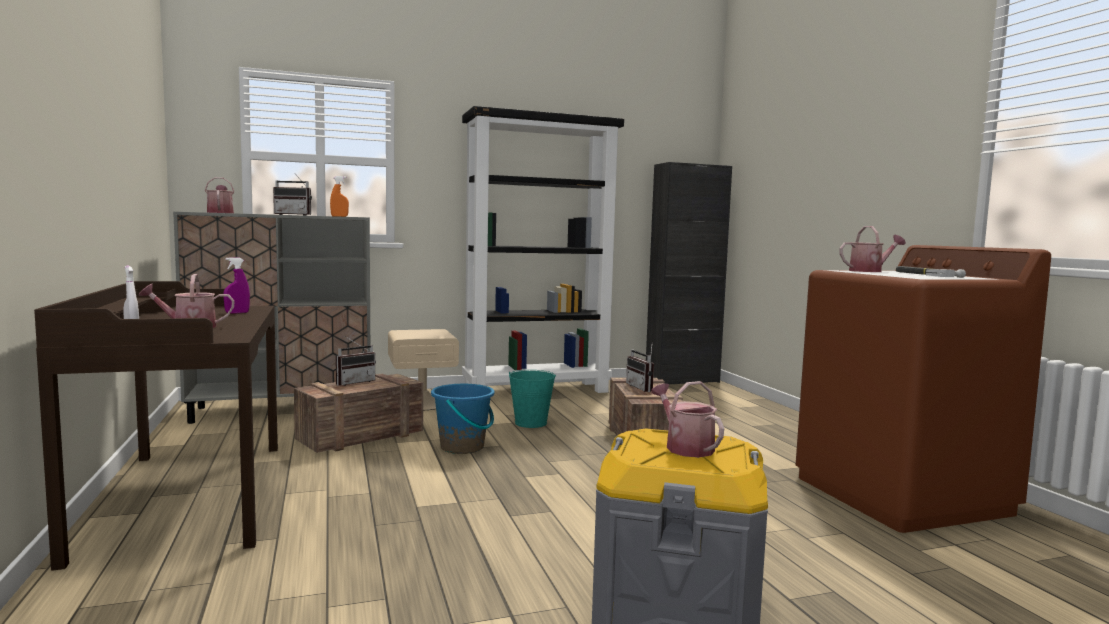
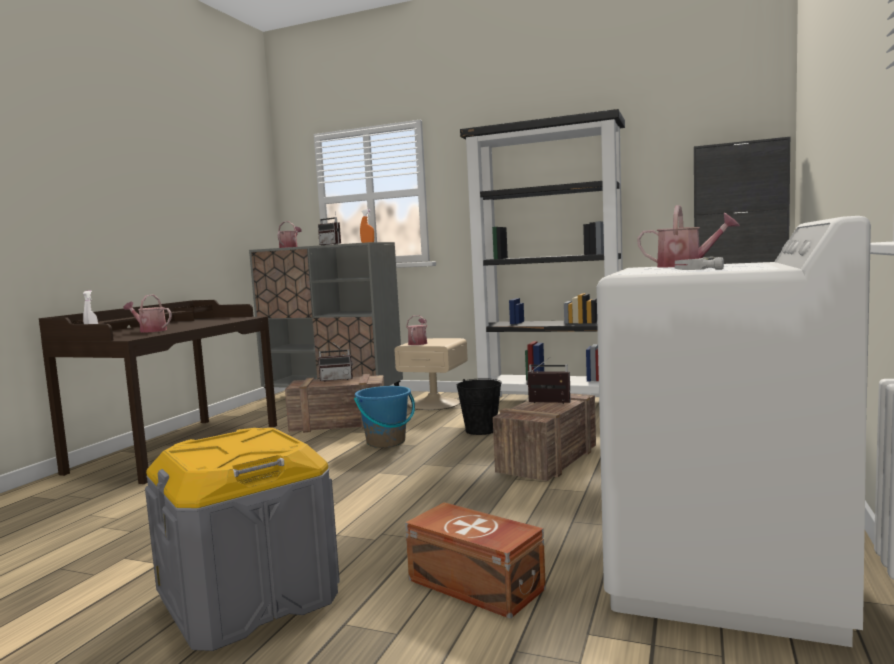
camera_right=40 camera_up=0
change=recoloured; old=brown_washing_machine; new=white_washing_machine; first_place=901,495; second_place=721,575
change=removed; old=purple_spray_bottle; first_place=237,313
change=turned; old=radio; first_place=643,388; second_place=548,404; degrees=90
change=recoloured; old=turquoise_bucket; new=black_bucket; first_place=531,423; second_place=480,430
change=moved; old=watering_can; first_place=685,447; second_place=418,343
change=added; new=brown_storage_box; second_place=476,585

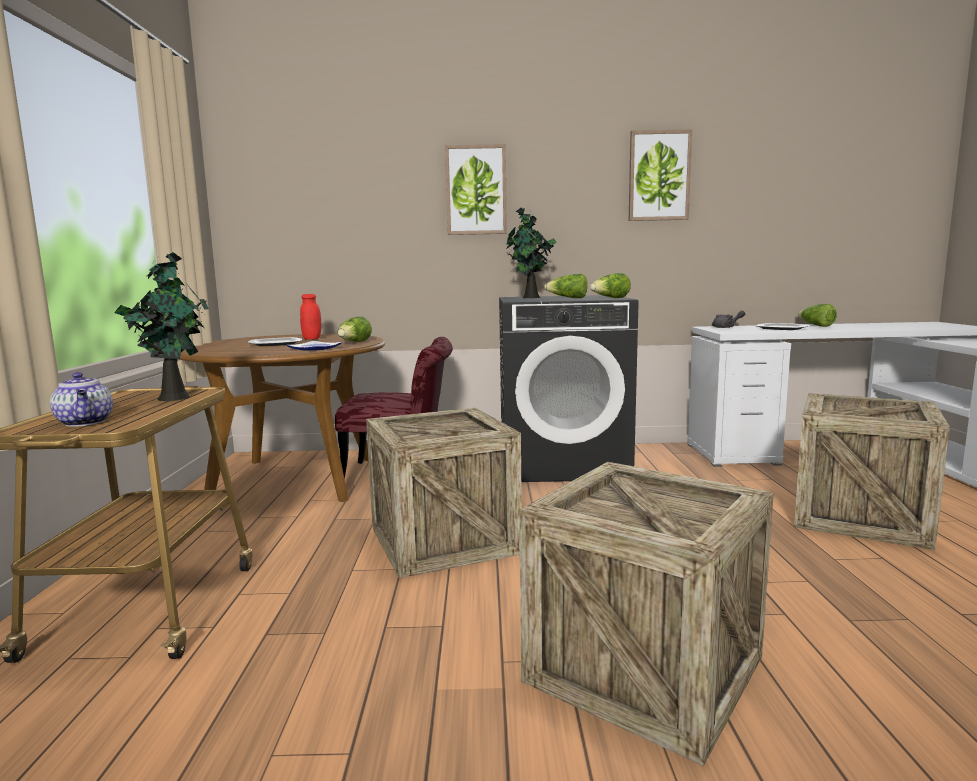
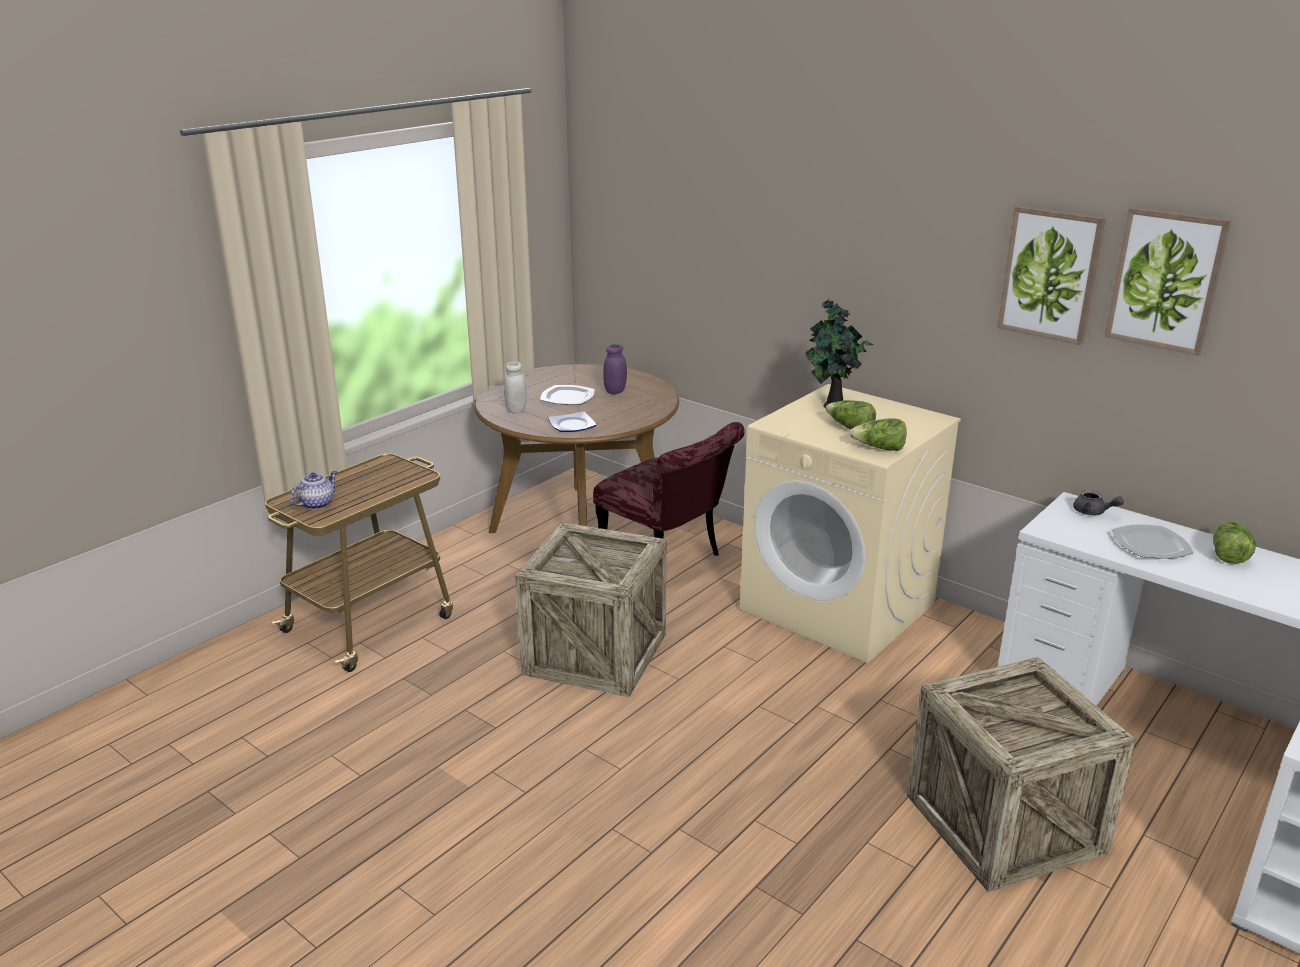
camera_right=40 camera_up=15
change=moved; old=picture; first_place=476,190; second_place=1166,280
change=removed; old=potted_plant; first_place=175,397
change=recoloured; old=red_jar; new=purple_jar; first_place=312,339; second_place=615,391
change=recoloured; old=black_washing_machine; new=beige_washing_machine; first_place=563,463; second_place=839,607
change=removed; old=lettuce; first_place=354,342
change=turned; old=teapot; first_place=85,422; second_place=317,504; degrees=-150
change=removed; old=crate; first_place=644,669
change=added; new=white_jar; second_place=516,410

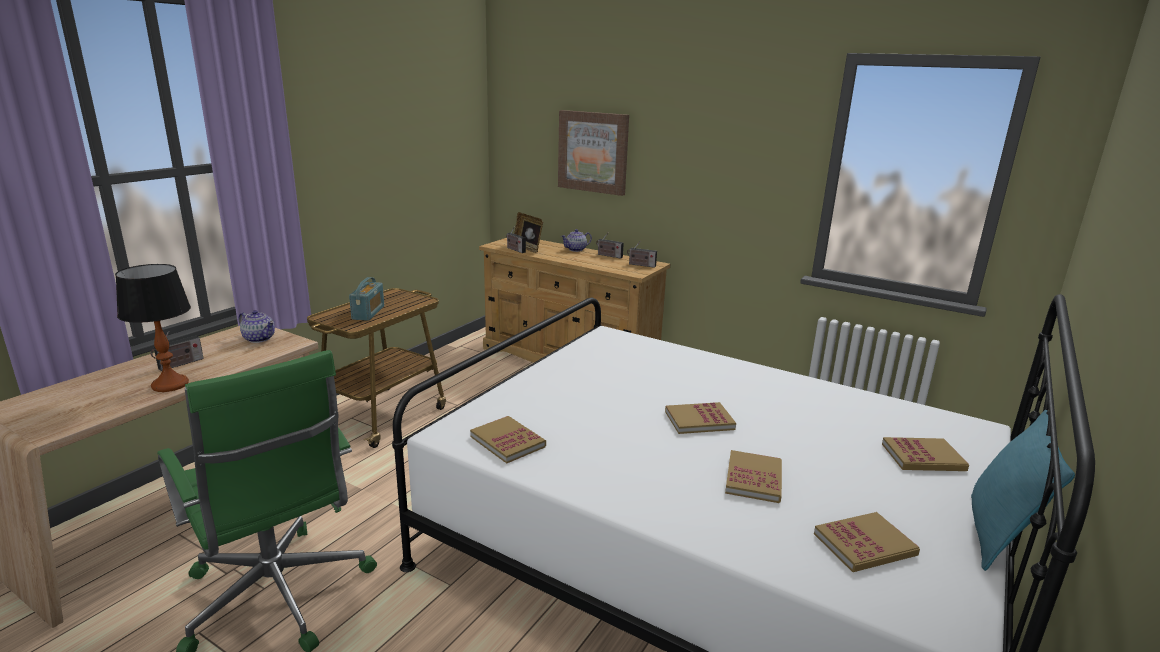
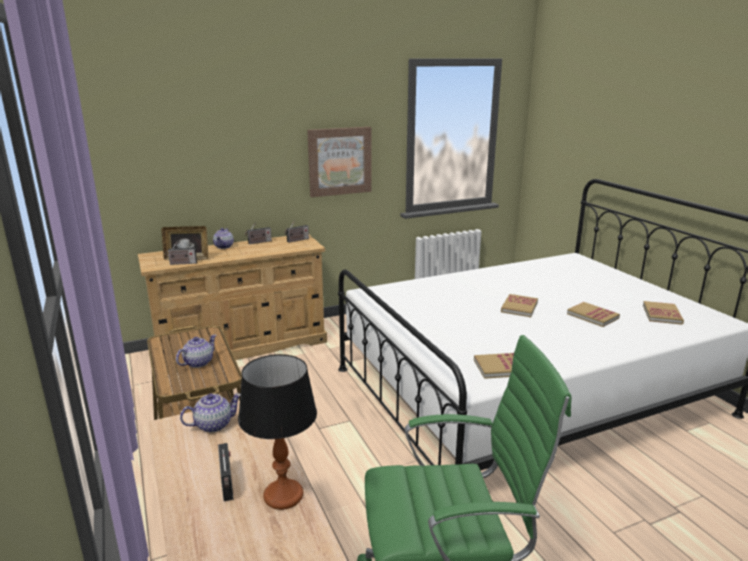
camera_right=-55 camera_up=0
change=moved; old=picture; first_place=593,152; second_place=339,161
change=replaced; old=radio; new=teapot; first_place=368,313; second_place=198,363
change=removed; old=turquoise_pillow; first_place=997,536
change=removed; old=book; first_place=923,457

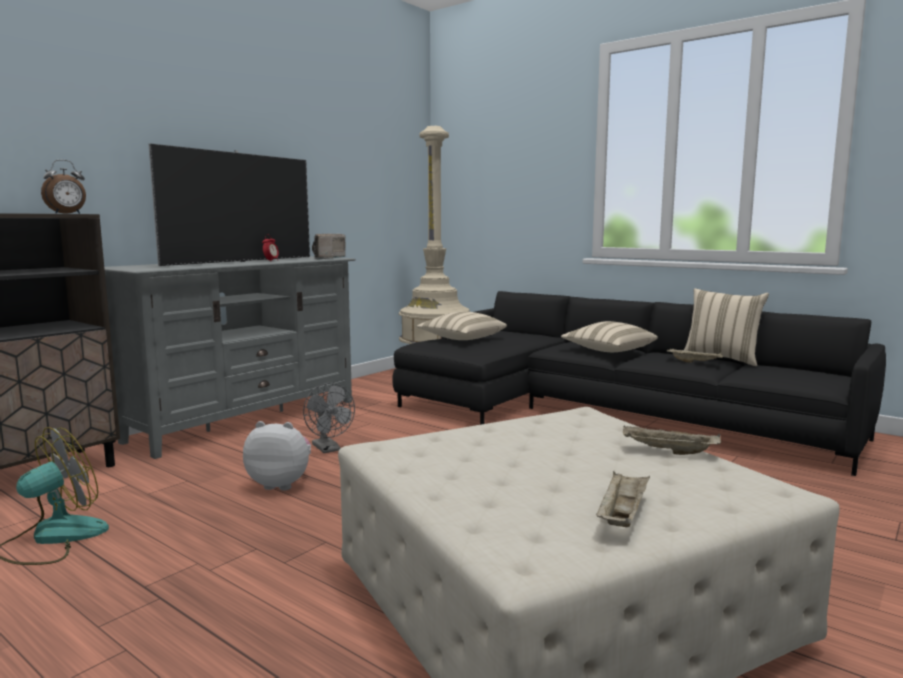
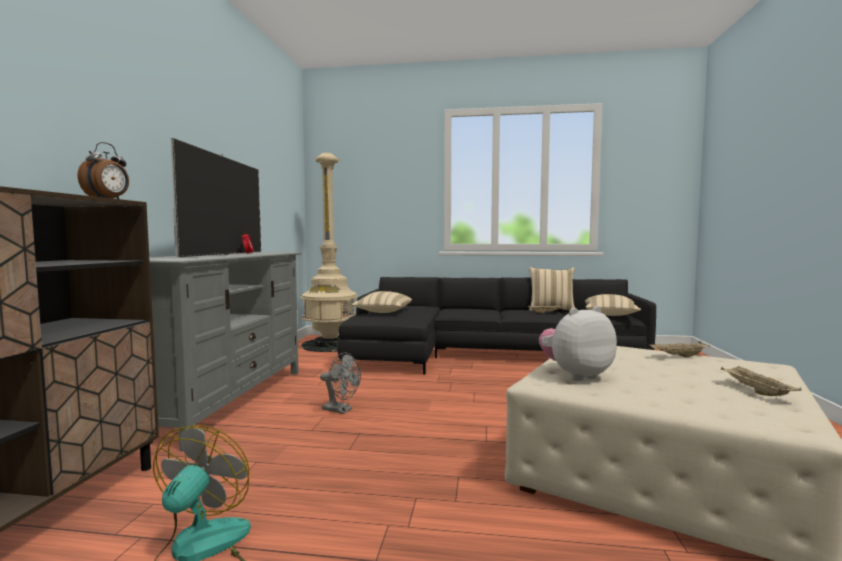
camera_right=-30 camera_up=-5
change=removed; old=radio; first_place=325,258
change=moved; old=beige_pillow; first_place=608,351; second_place=610,315
change=moved; old=plush_toy; first_place=281,484; second_place=575,375

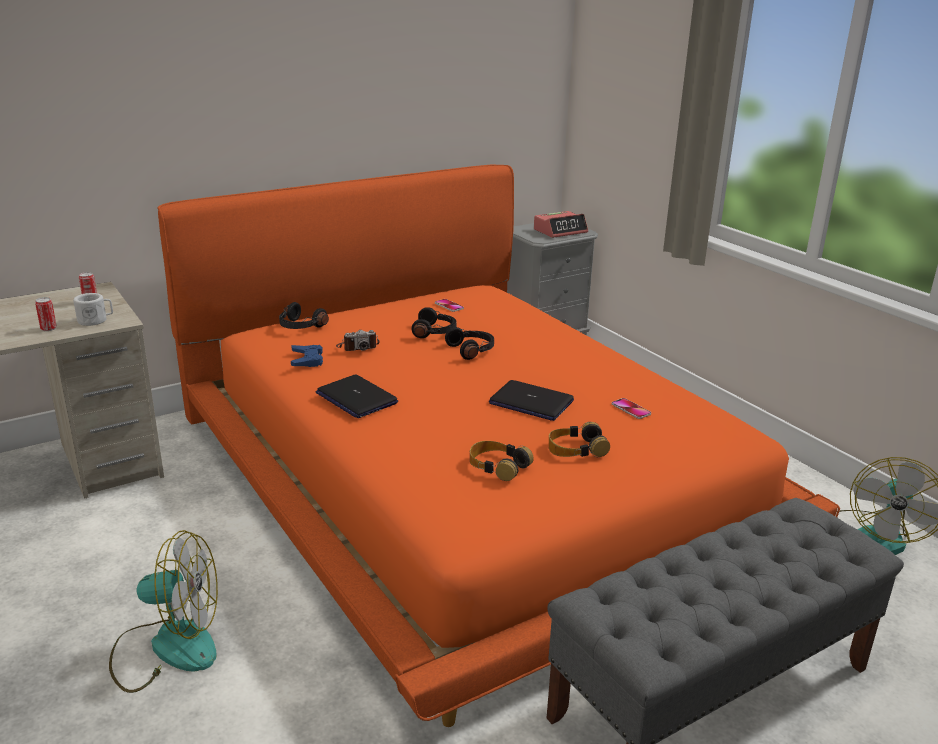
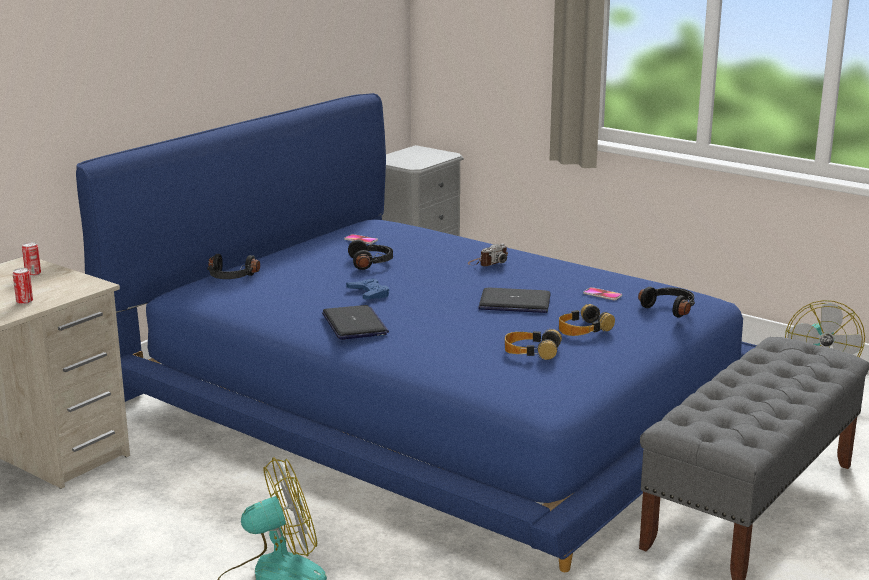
camera_right=-20 camera_up=-5
change=recoloured; old=orange_bed; new=blue_bed; first_place=466,476; second_place=434,400
change=removed; old=alarm_clock; first_place=560,231
change=removed; old=white_mug; first_place=95,320
change=moved; old=black_headphones; first_place=472,350; second_place=670,308
change=moved; old=photo_camera; first_place=357,347; second_place=488,262
change=moved; old=blue_game_controller; first_place=307,360; second_place=369,293
change=turned; old=laptop; first_place=356,398; second_place=354,324; degrees=-135

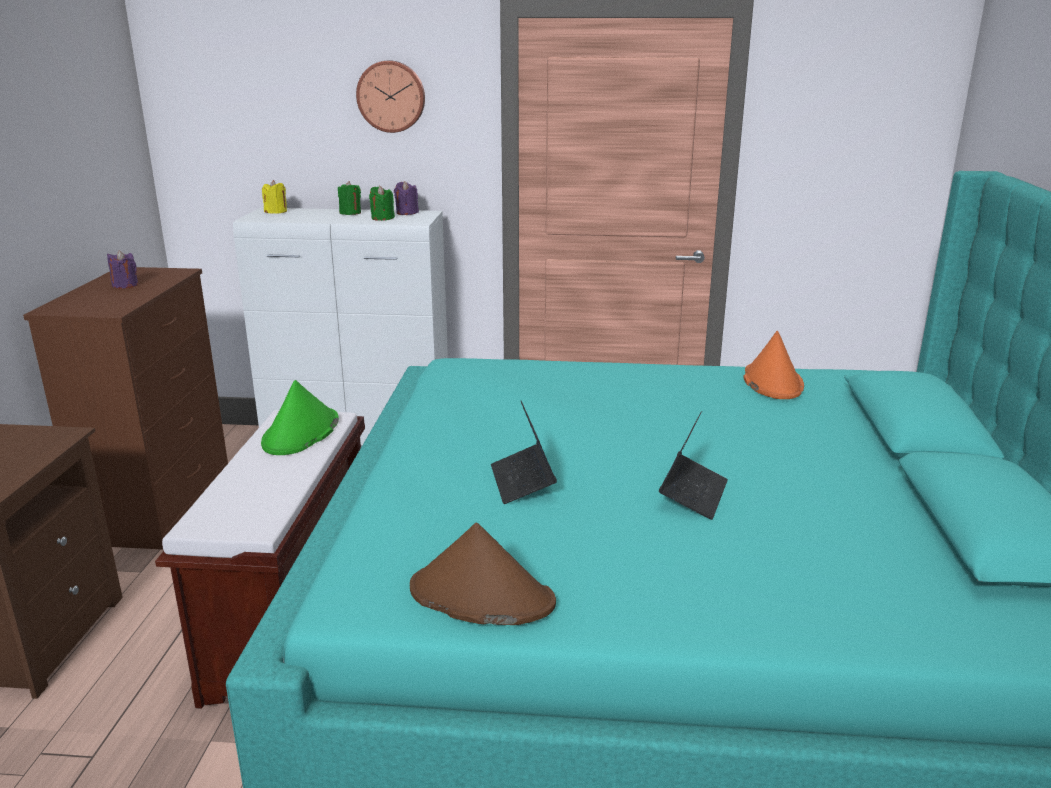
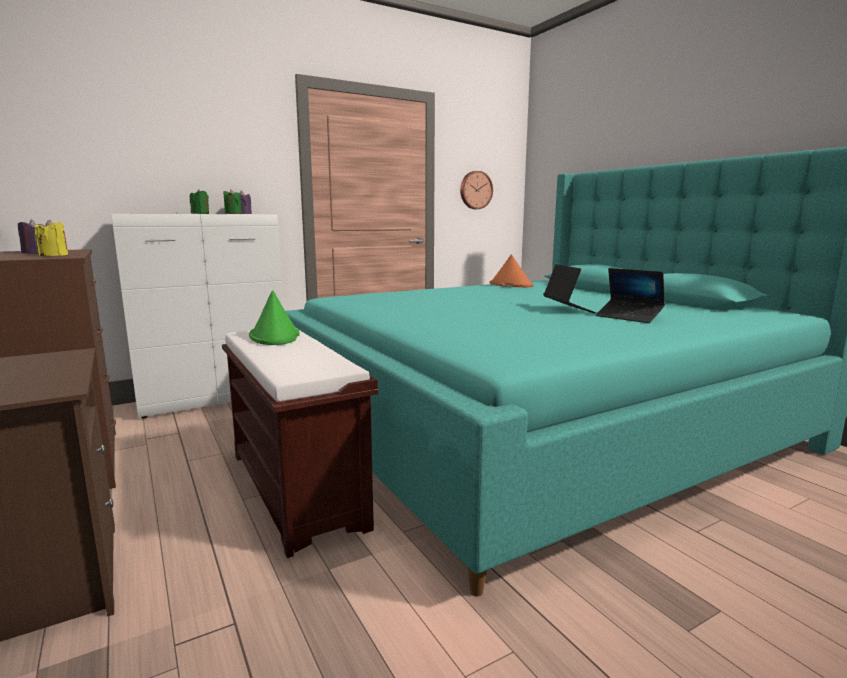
camera_right=-35 camera_up=-10
change=moved; old=wall_clock; first_place=391,96; second_place=475,190
change=moved; old=yellow_candle; first_place=276,212; second_place=54,255
change=moved; old=laptop; first_place=522,482; second_place=629,317
change=removed; old=brown_hat; first_place=480,596

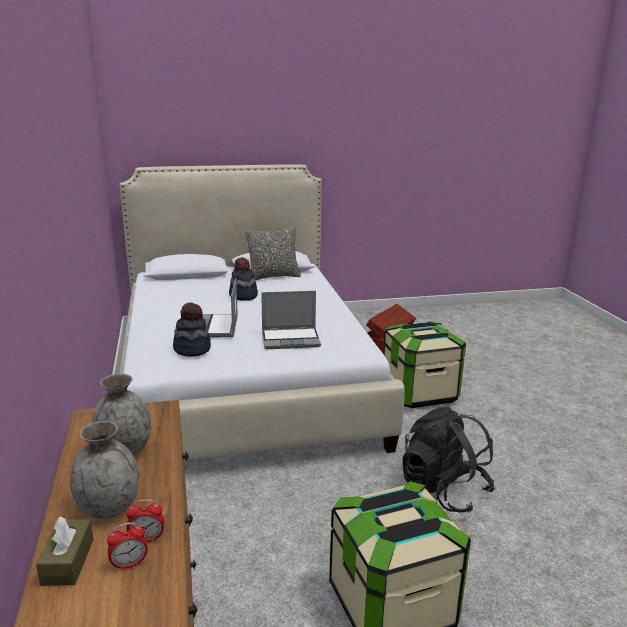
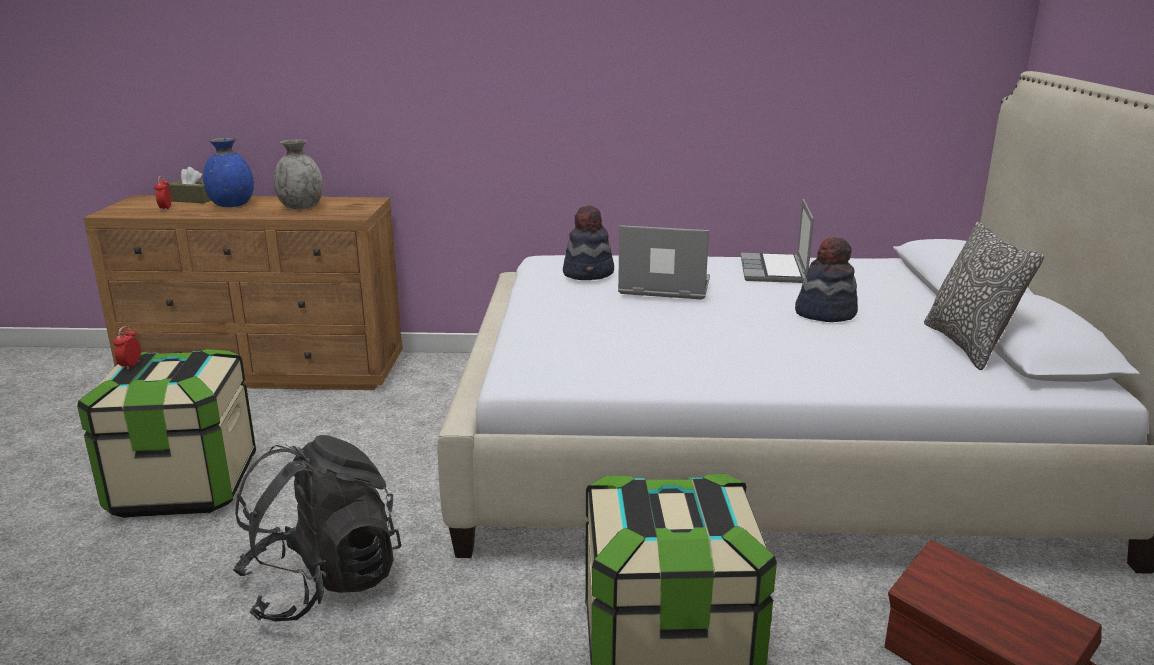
camera_right=105 camera_up=0
change=moved; old=laptop; first_place=291,339; second_place=774,271
change=recoloured; old=grey_vase; new=blue_vase; first_place=109,507; second_place=232,205
change=moved; old=alarm_clock; first_place=147,539; second_place=130,365

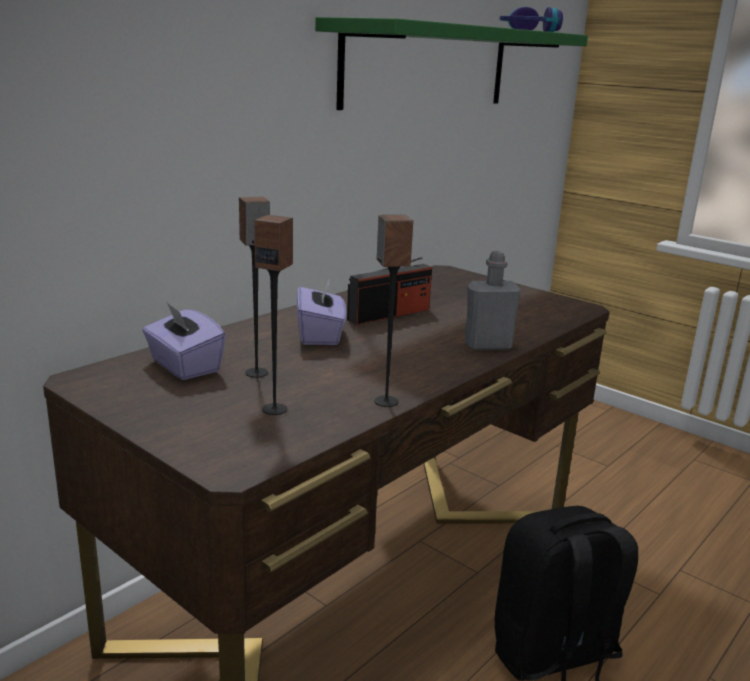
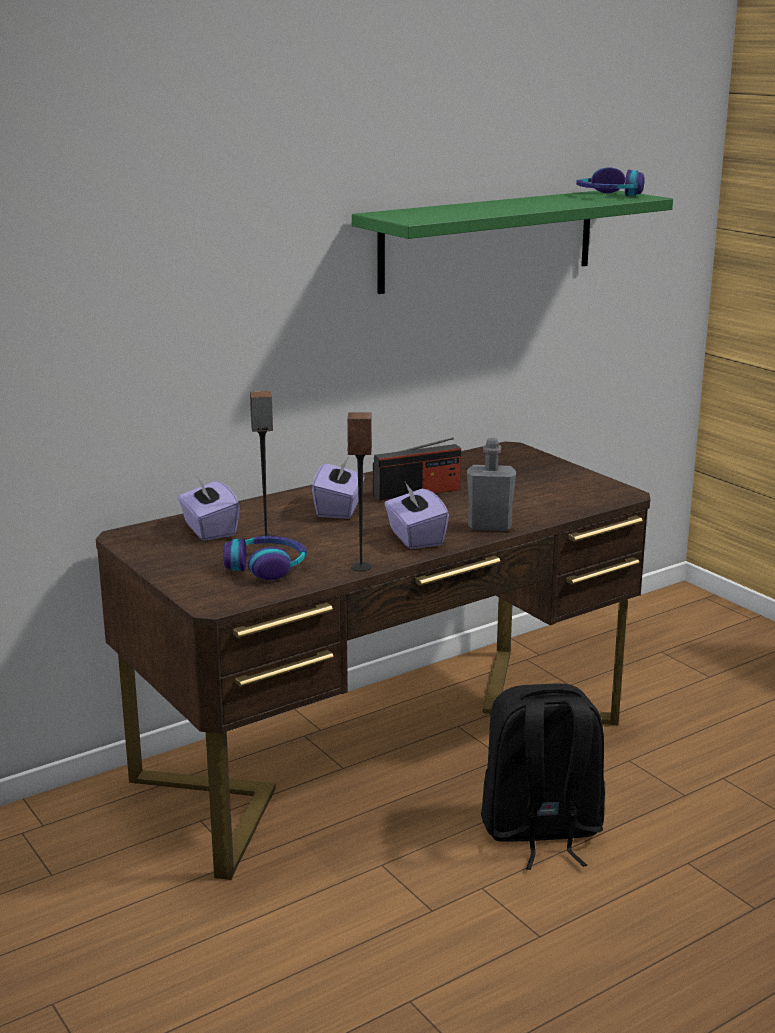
camera_right=15 camera_up=0
change=replaced; old=speaker; new=headphones; first_place=275,409; second_place=266,567
change=added; new=purple_tissue_box; second_place=415,538

